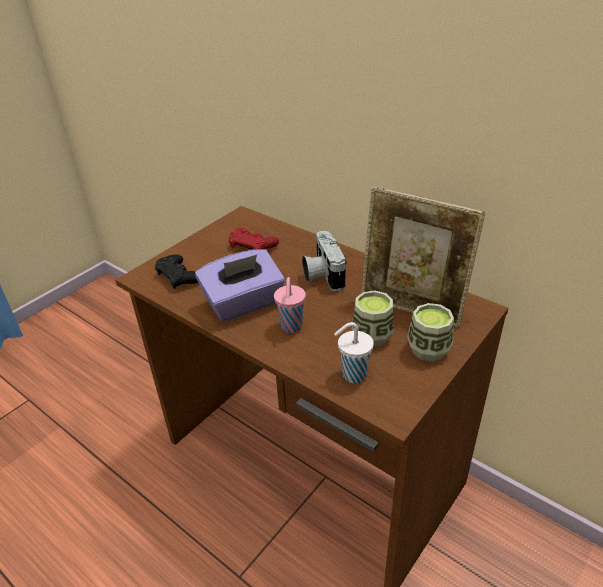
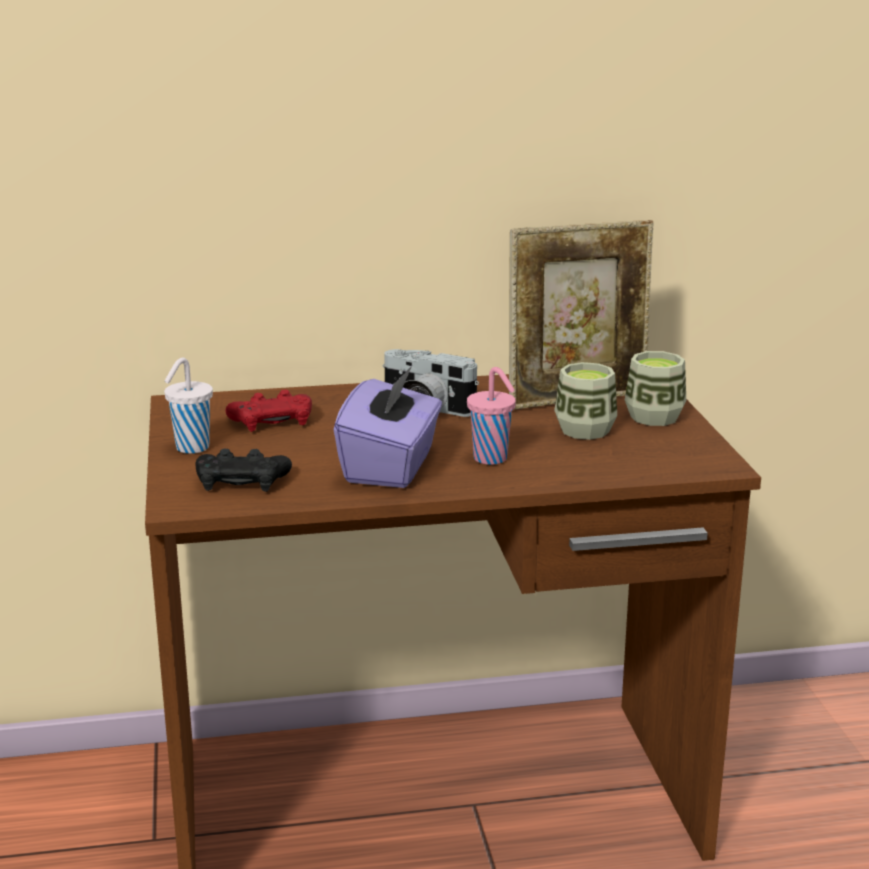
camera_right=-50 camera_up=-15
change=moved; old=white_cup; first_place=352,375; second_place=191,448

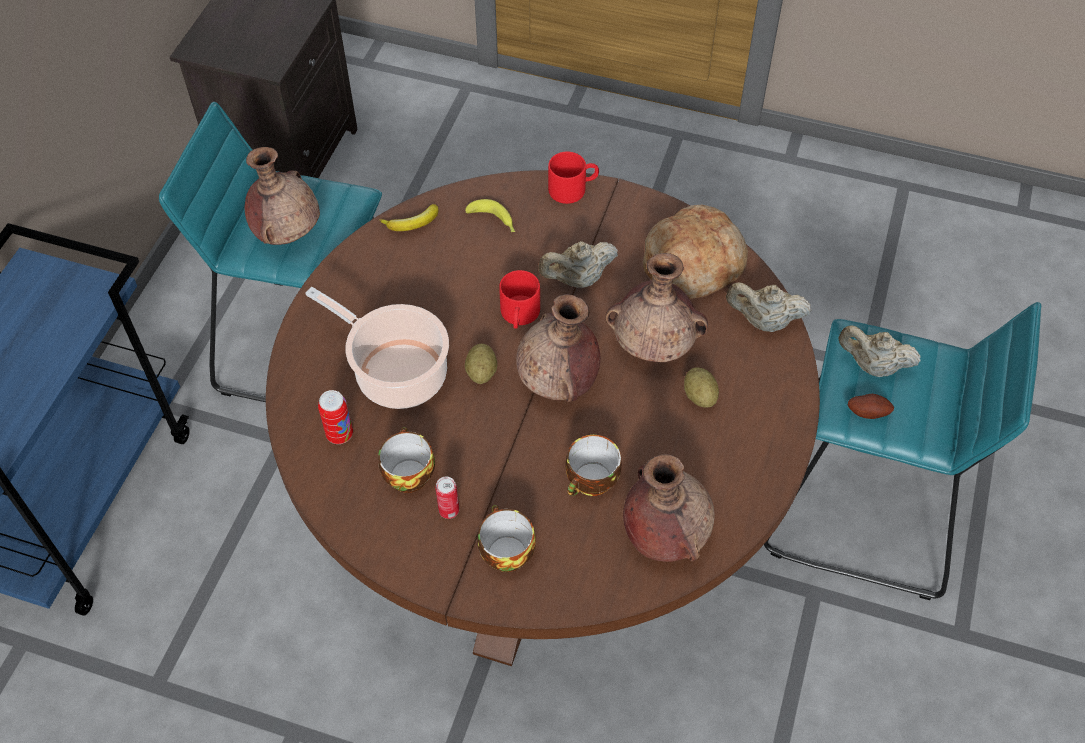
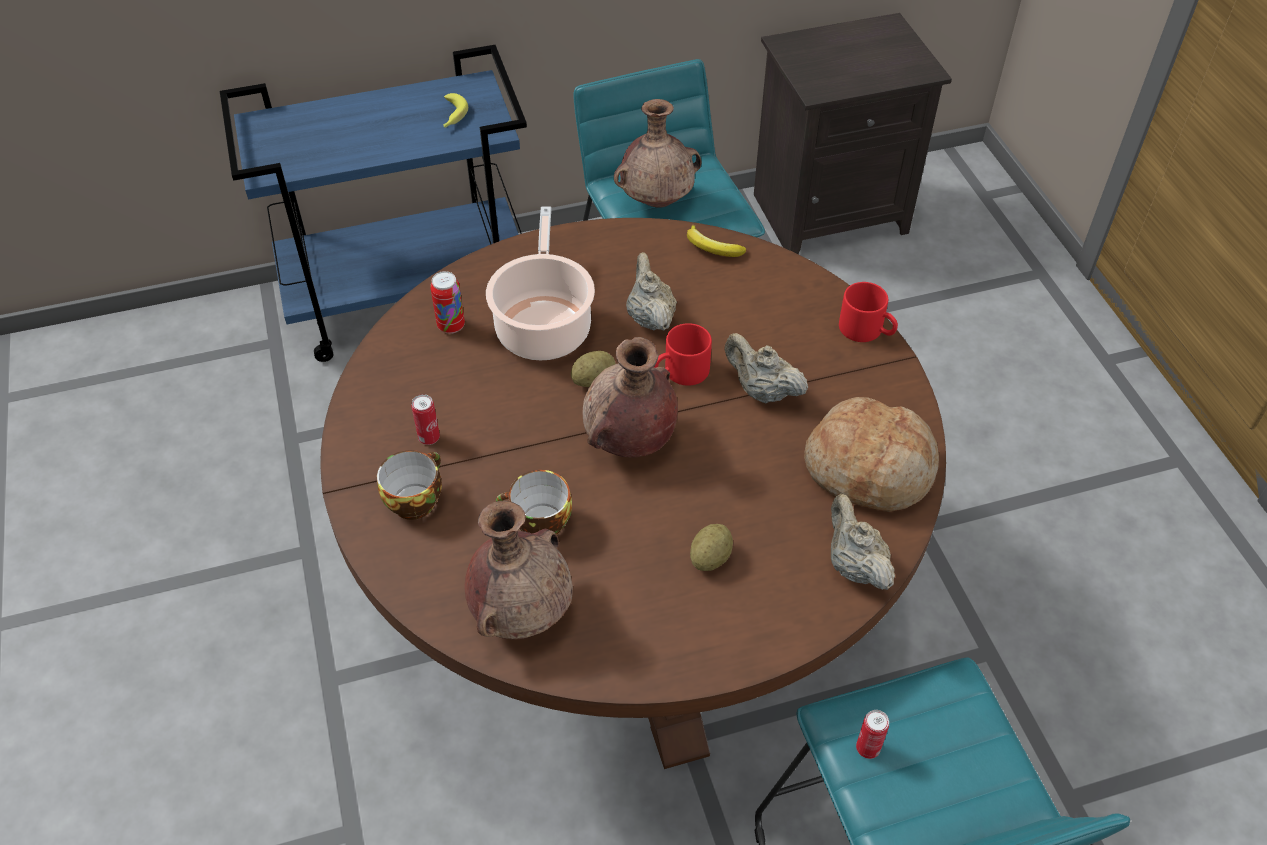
camera_right=55 camera_up=-5
change=moved; old=banana; first_place=494,221; second_place=451,116
change=removed; old=brown_vase; first_place=654,347
change=moved; old=beige_teapot; first_place=872,366; second_place=650,317
change=replaced; old=potato; new=can; first_place=868,412; second_place=867,748
change=removed; old=cup; first_place=407,473

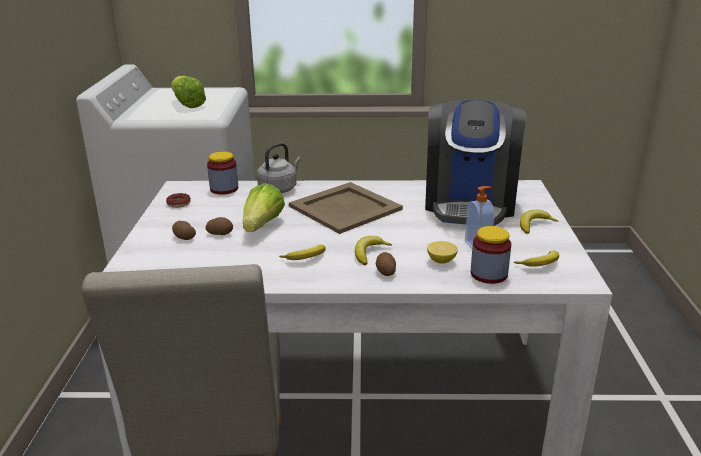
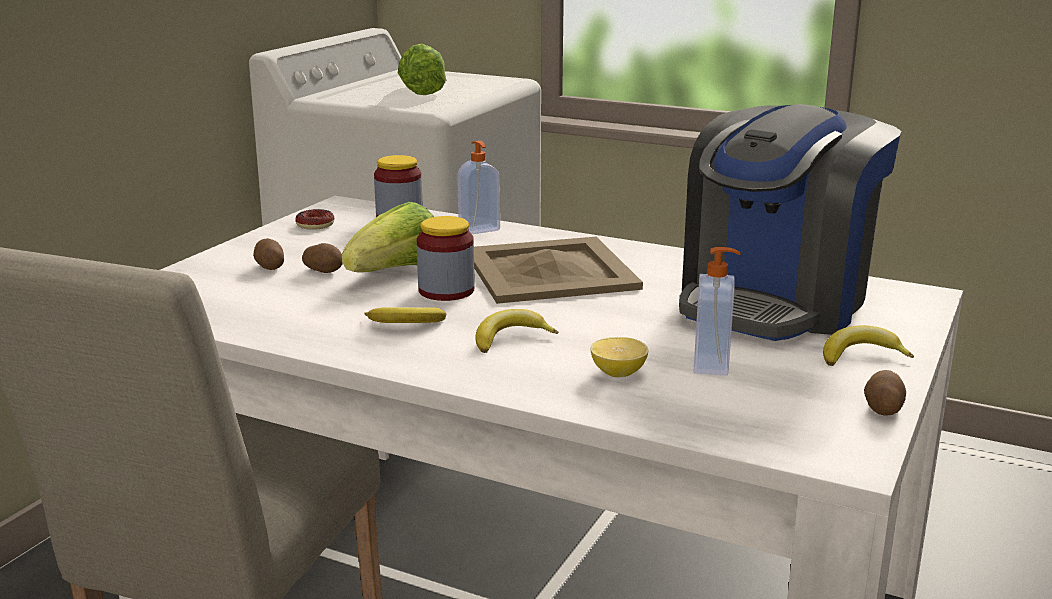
camera_right=25 camera_up=-5
change=replaced; old=grey_kettle; new=soap_dispenser; first_place=279,188; second_place=480,229
change=moved; old=jar; first_place=489,274; second_place=446,291
change=removed; old=banana; first_place=540,264
change=moved; old=potato; first_place=385,271; second_place=882,408

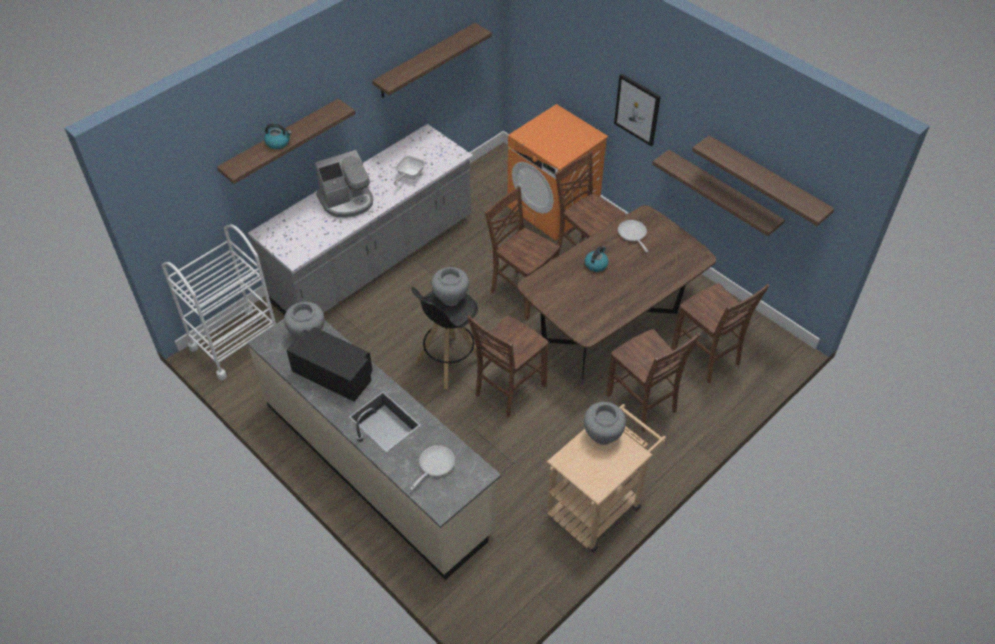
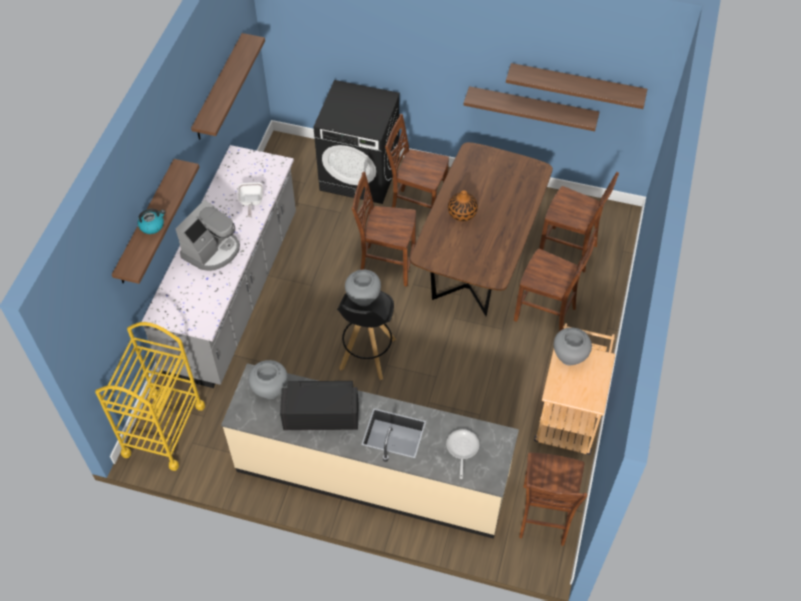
camera_right=-30 camera_up=5
change=removed; old=picture; first_place=637,109
change=recoloured; old=orange_washing_machine; new=black_washing_machine; first_place=553,208; second_place=360,174
change=removed; old=frying_pan; first_place=633,235
change=recoloured; old=white_cart; new=yellow_cart; first_place=235,343; second_place=163,430
change=replaced; old=kettle; new=vase; first_place=596,264; second_place=462,213
change=moved; old=brown_chair; first_place=508,390; second_place=544,516

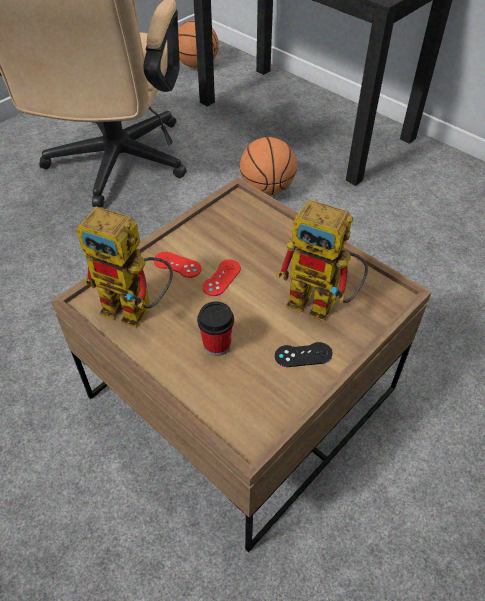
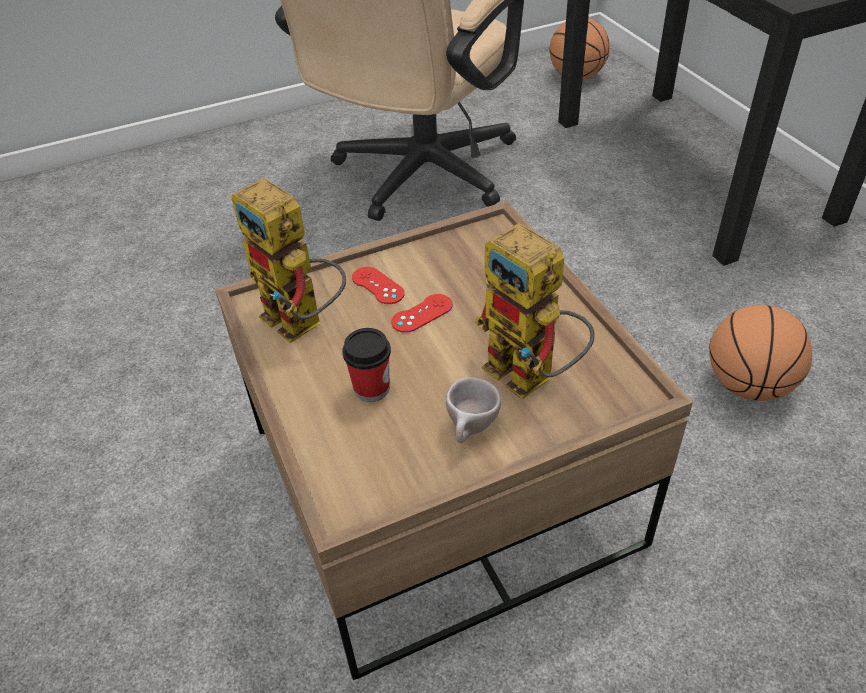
camera_right=25 camera_up=-5
change=moved; old=basketball; first_place=267,189; second_place=748,385
change=replaced; old=black_game_controller; new=beige_cup; first_place=303,355; second_place=471,431

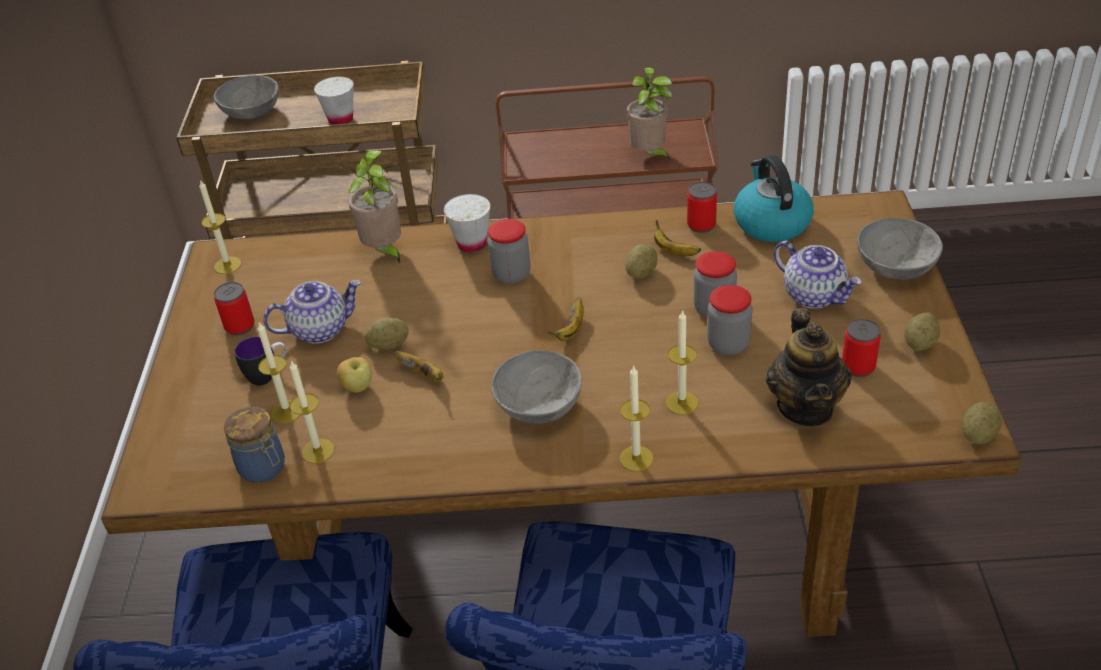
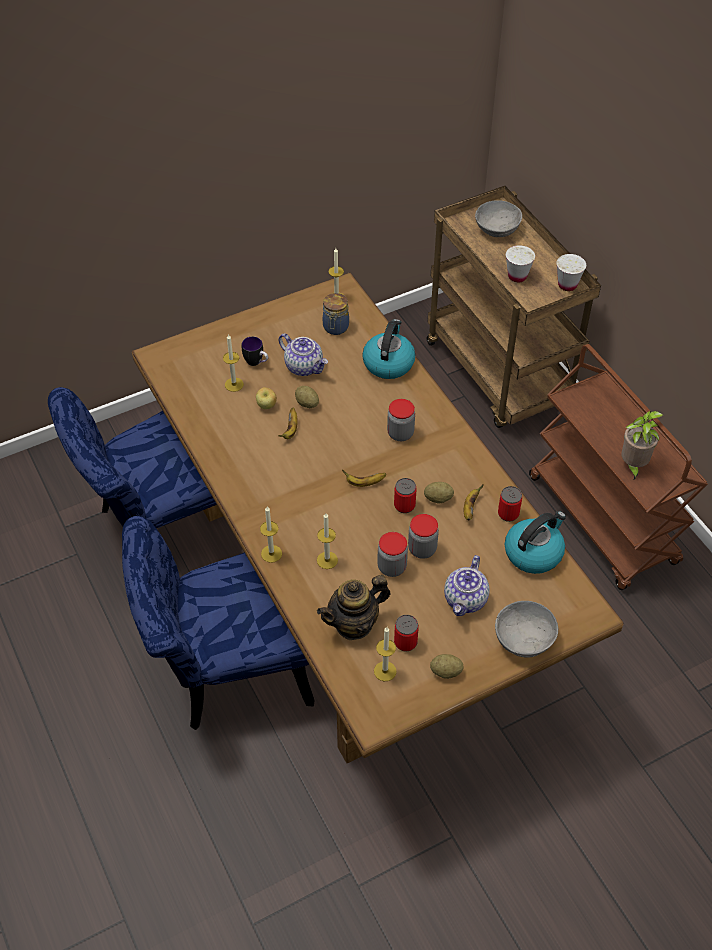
camera_right=60 camera_up=10
change=replaced; old=potted_plant; new=kettle; first_place=384,251; second_place=388,363
change=moved; old=white_cup; first_place=472,243; second_place=567,285
change=moved; old=can; first_place=240,326; second_place=404,505
change=removed; old=grey_bowl; first_place=539,404
change=moved; old=candle; first_place=318,451; second_place=385,671
change=removed; old=potato; first_place=978,435
change=moved; old=jar; first_place=264,468; second_place=335,328

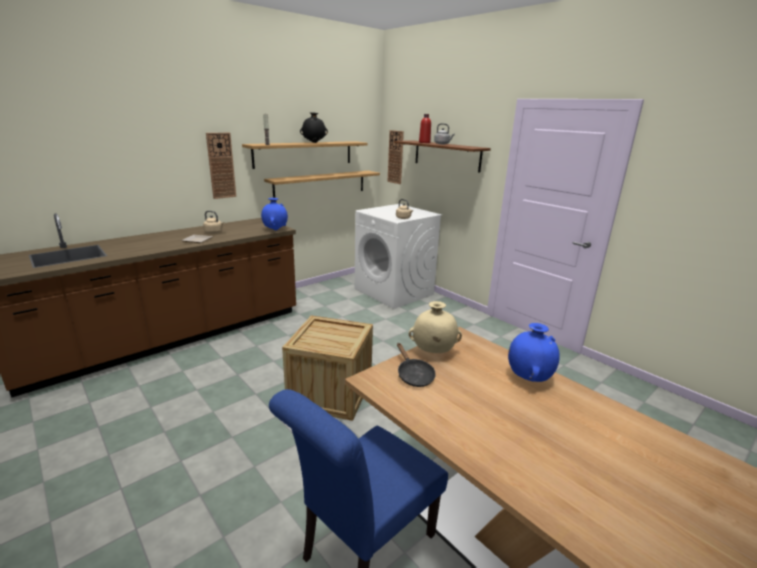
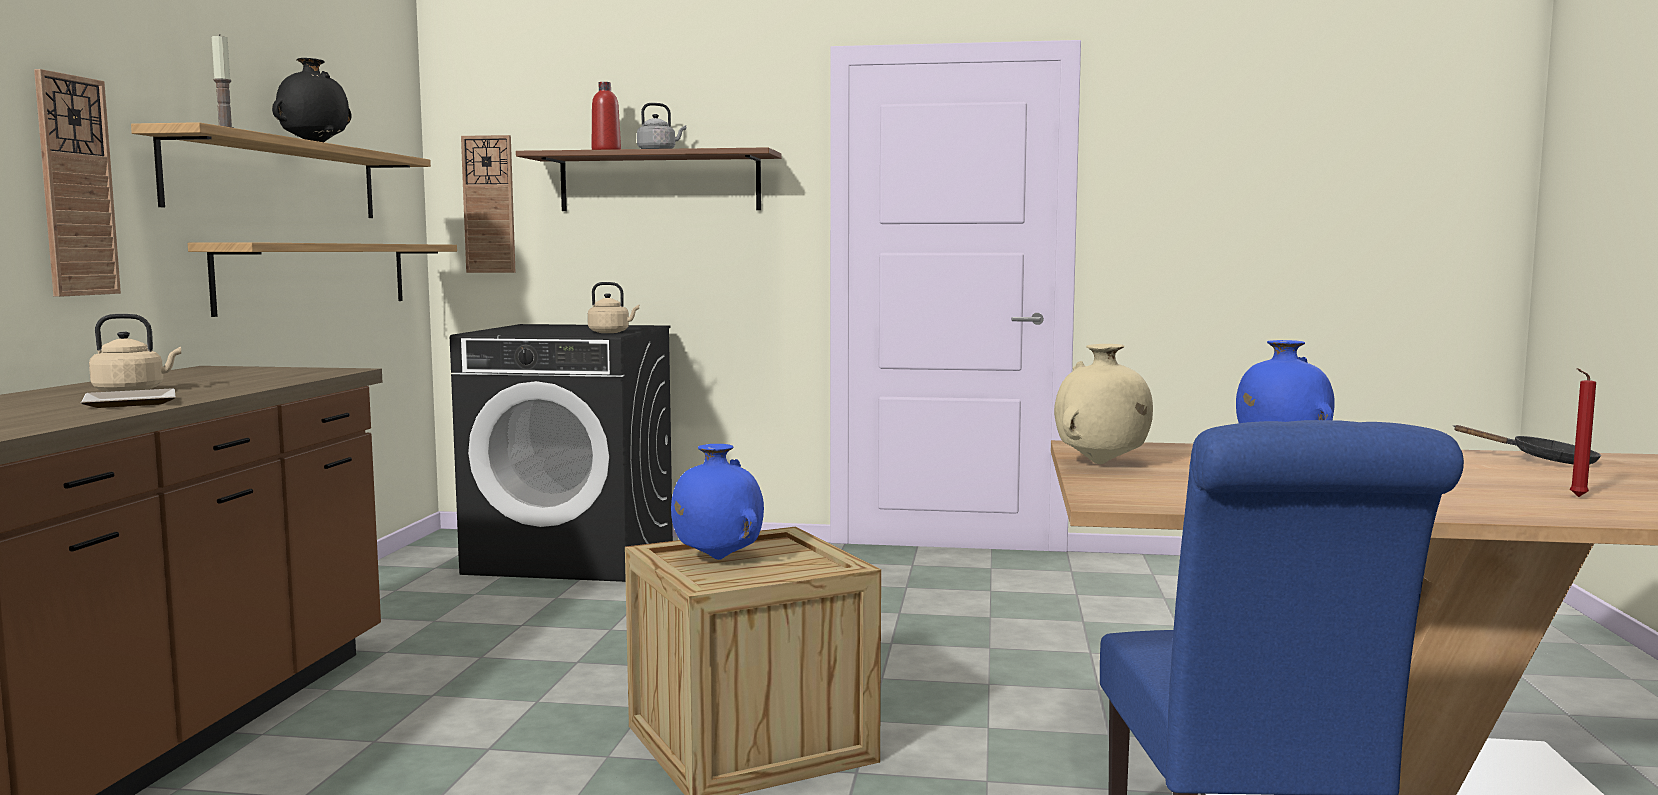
camera_right=-40 camera_up=-15
change=moved; old=blue_vase; first_place=275,230; second_place=717,559
change=recoloured; old=white_washing_machine; new=black_washing_machine; first_place=394,292; second_place=573,557
change=moved; old=black_frying_pan; first_place=413,375; second_place=1544,460
change=added; new=red_candle; second_place=1575,497

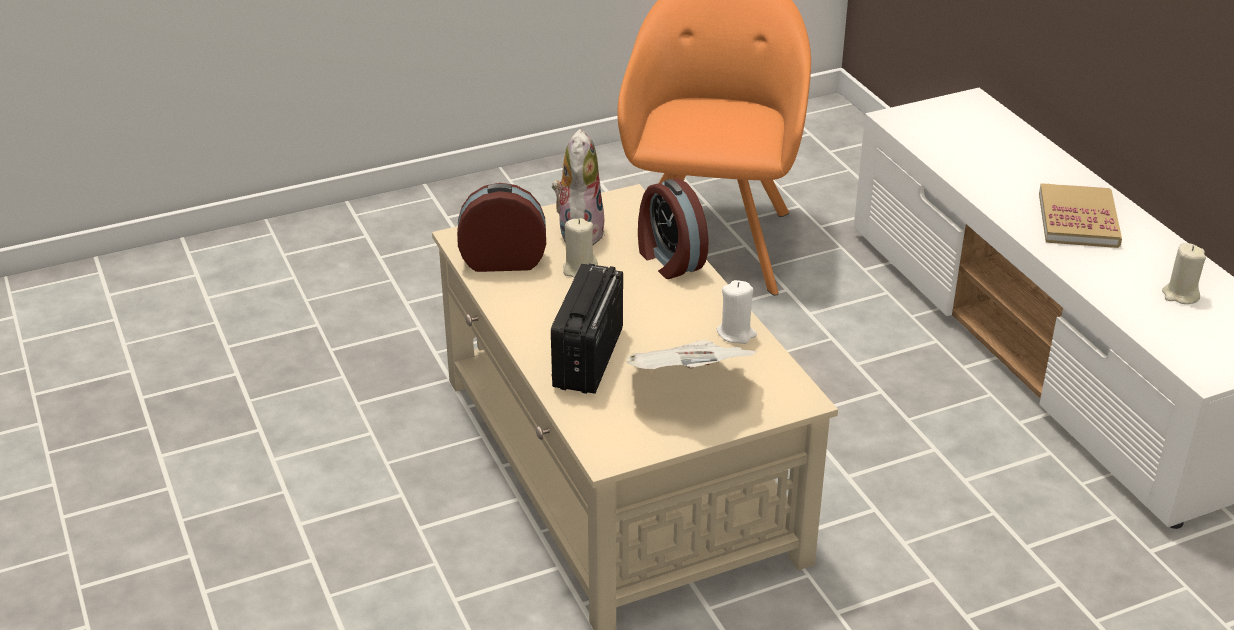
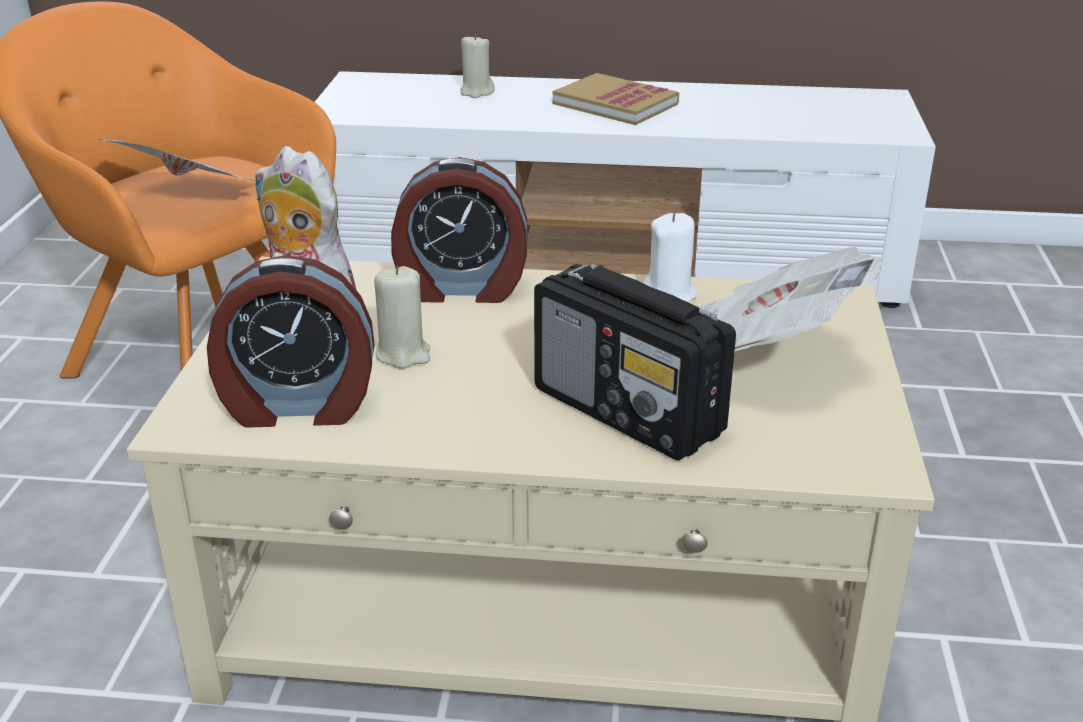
camera_right=-60 camera_up=-5
change=turned; old=alarm_clock; first_place=503,260; second_place=298,406; degrees=-120
change=moved; old=beige_candle; first_place=1180,295; second_place=476,92
change=added; new=newspaper; second_place=190,200

